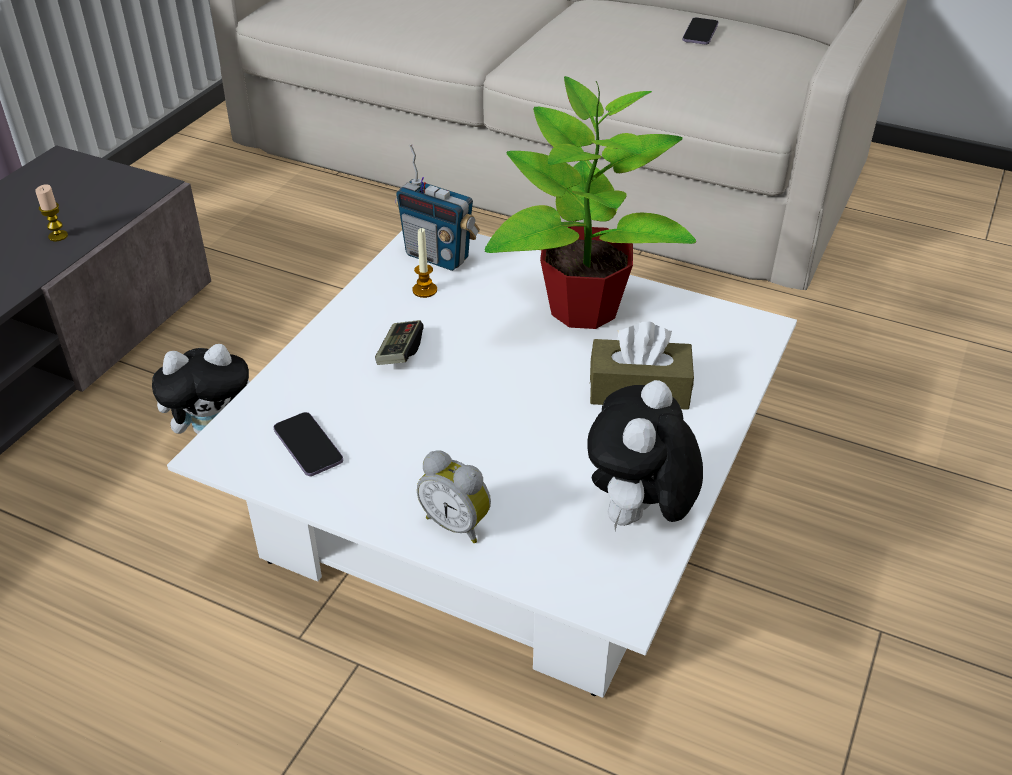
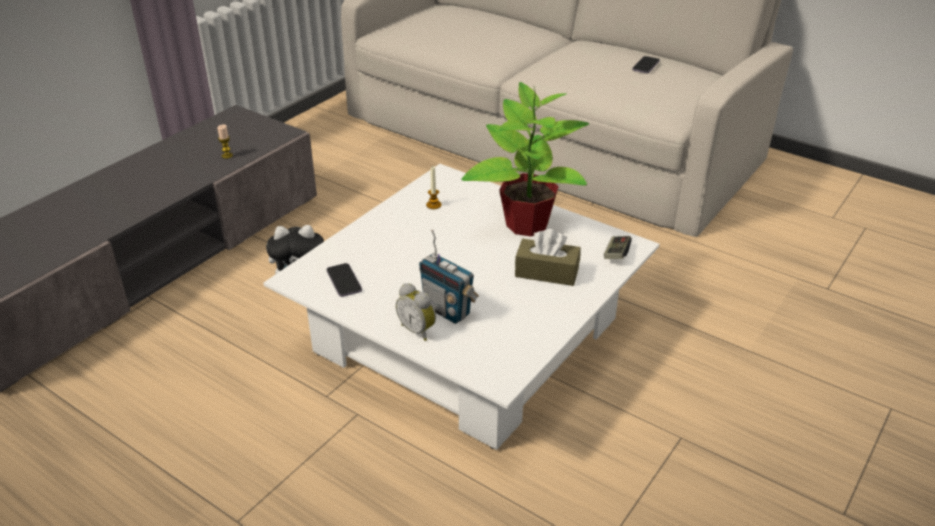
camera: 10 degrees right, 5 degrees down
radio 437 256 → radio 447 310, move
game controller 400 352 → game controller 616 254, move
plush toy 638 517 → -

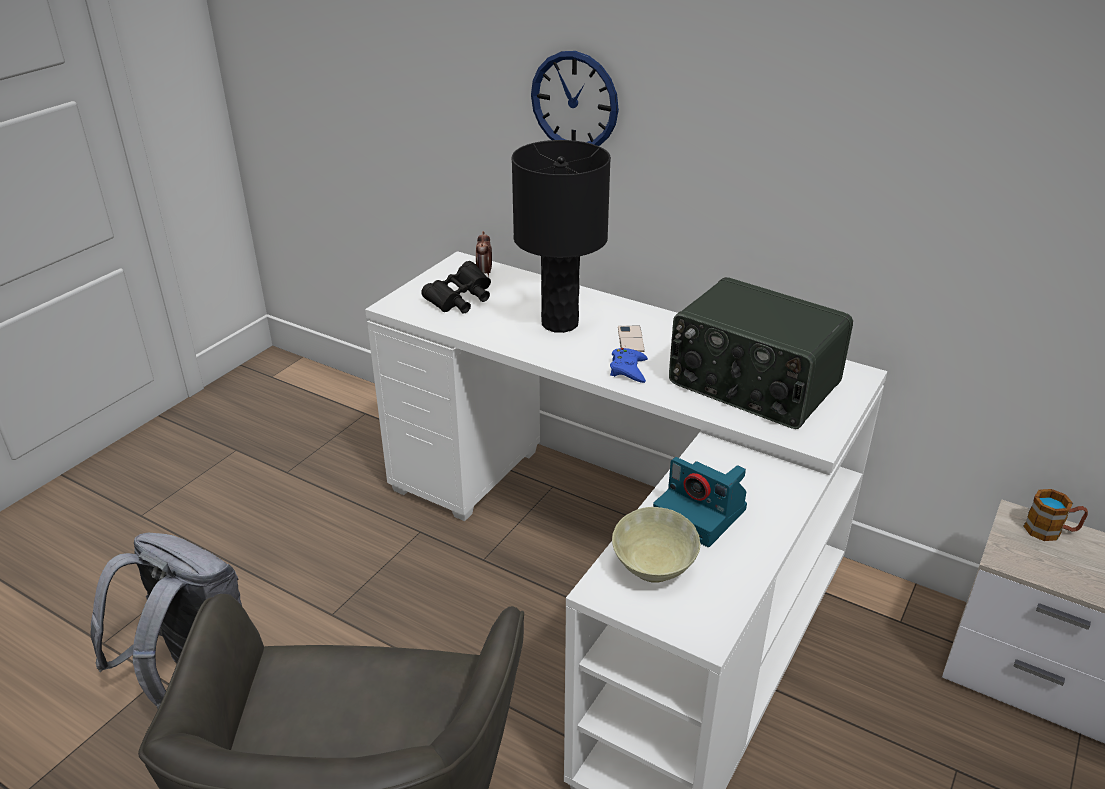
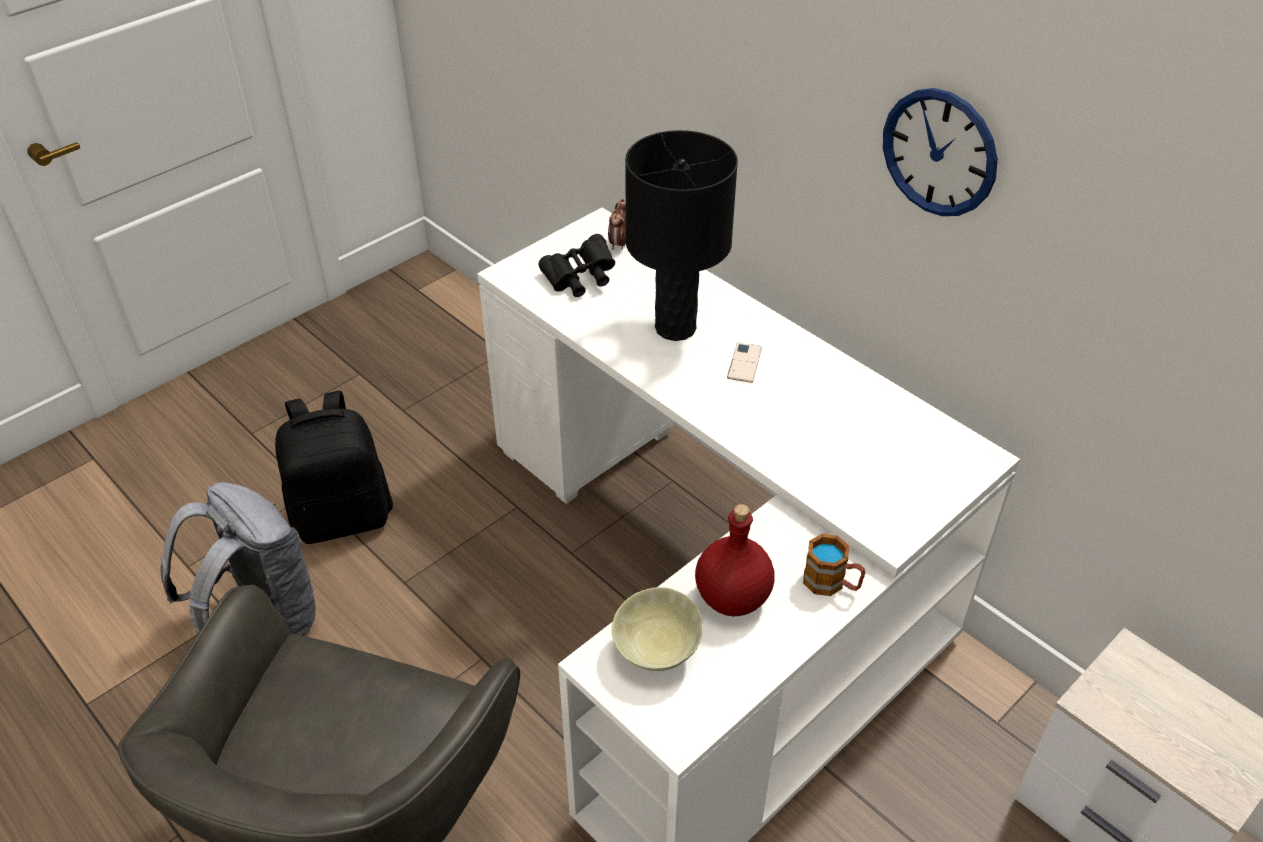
camera: 15 degrees right, 10 degrees up
- → backpack (black) 343 516
photo camera 702 514 → bottle (red) 733 597
mug 1050 531 → mug 831 583, move
wall clock 574 101 → wall clock 939 152, move
game controller (blue) 628 369 → -
radio 752 385 → -

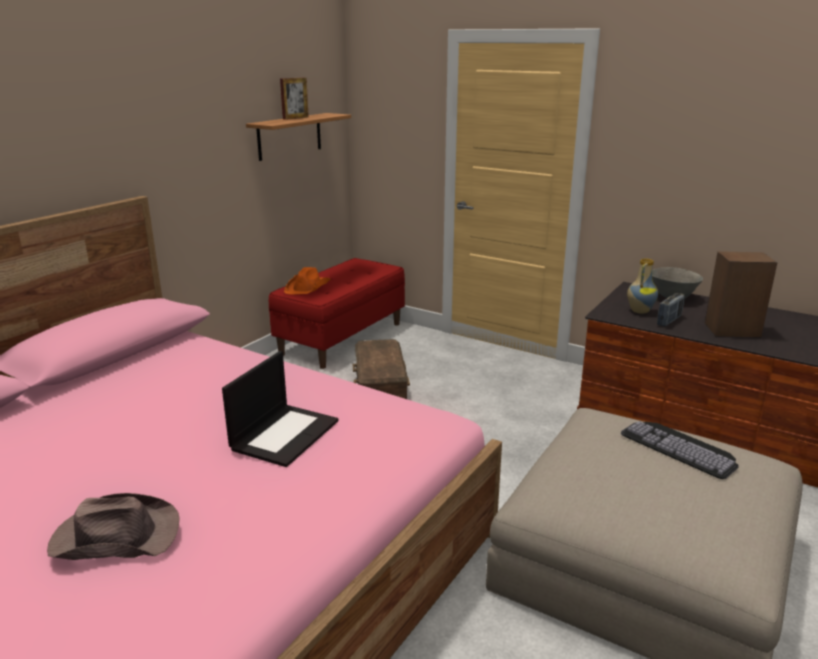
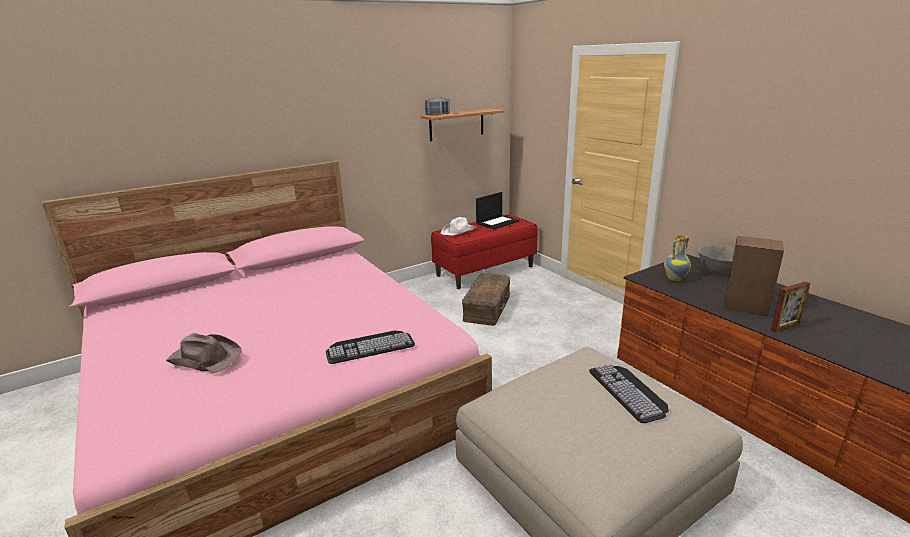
camera: 25 degrees right, 0 degrees up
- → keyboard 370 345
radio 669 321 → radio 437 114, move
hat (orange) 308 287 → hat (white) 459 231
laptop 285 434 → laptop 497 222, move
picture frame 295 118 → picture frame 785 327, move

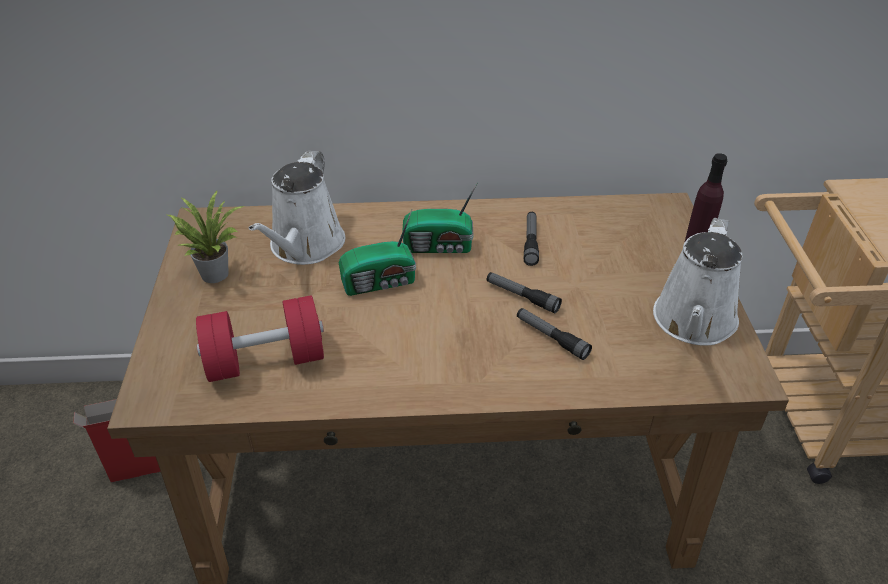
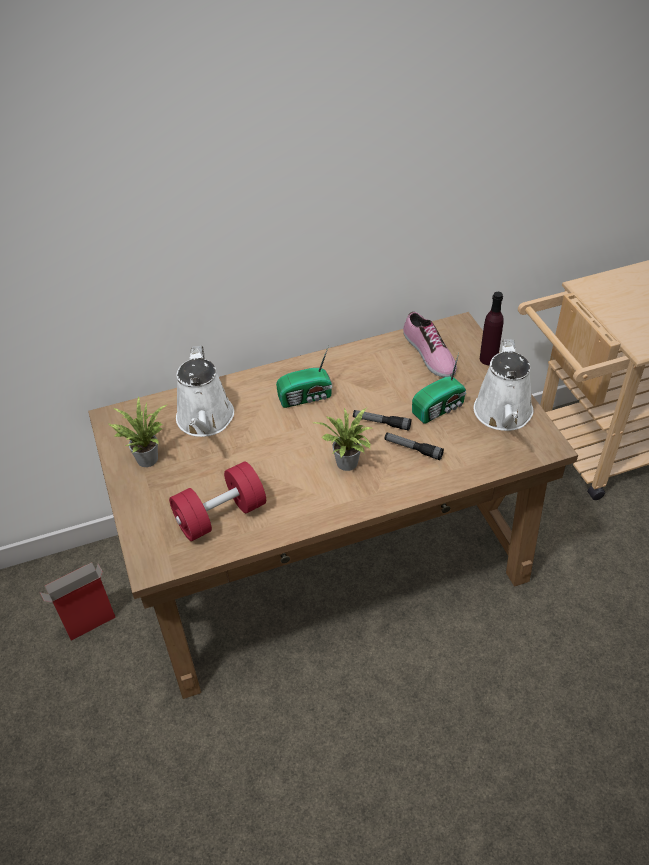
camera: 15 degrees left, 5 degrees up
- → potted plant 347 465
- → shoe 428 354
radio 381 282 → radio 440 408, move
flashlight 530 242 → -

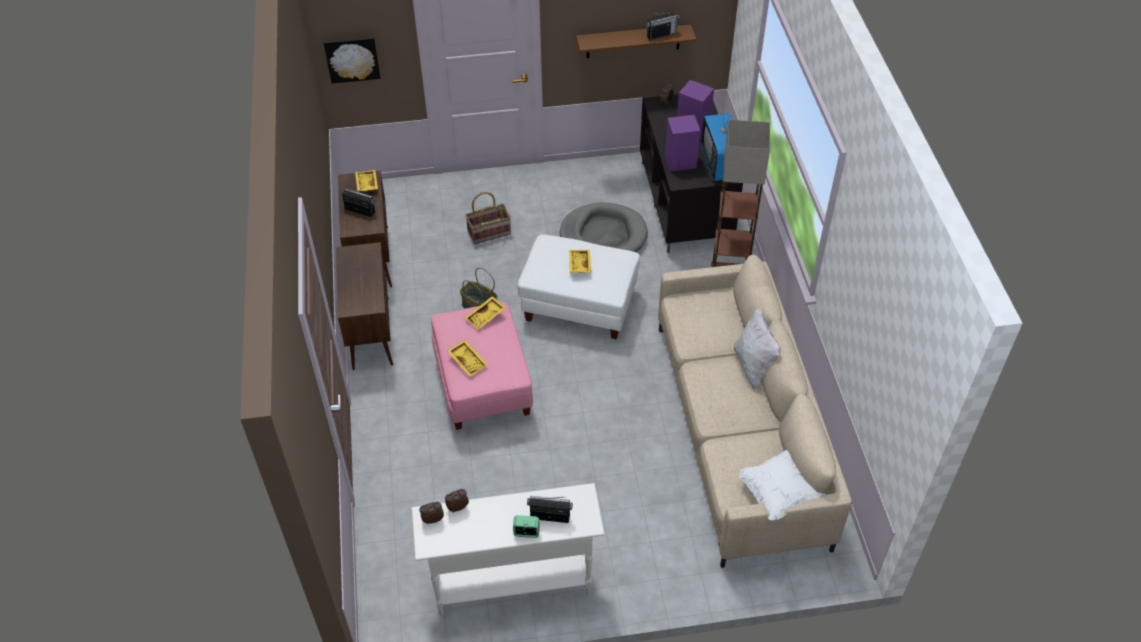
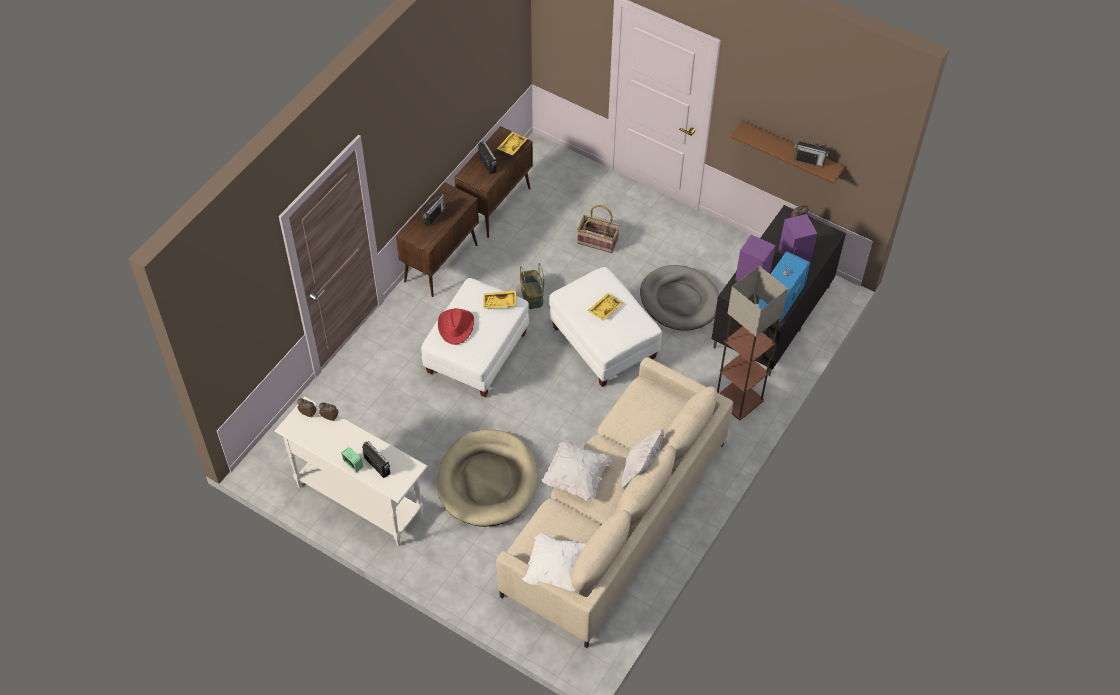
camera: 40 degrees right, 5 degrees up
ottoman (pink) 482 385 → ottoman (white) 476 353
- → radio 434 216
- → dog bed (beige) 487 481
tray (yellow) 468 361 → hat (red) 456 327
- → pillow (white) 576 477
picture 352 58 → -

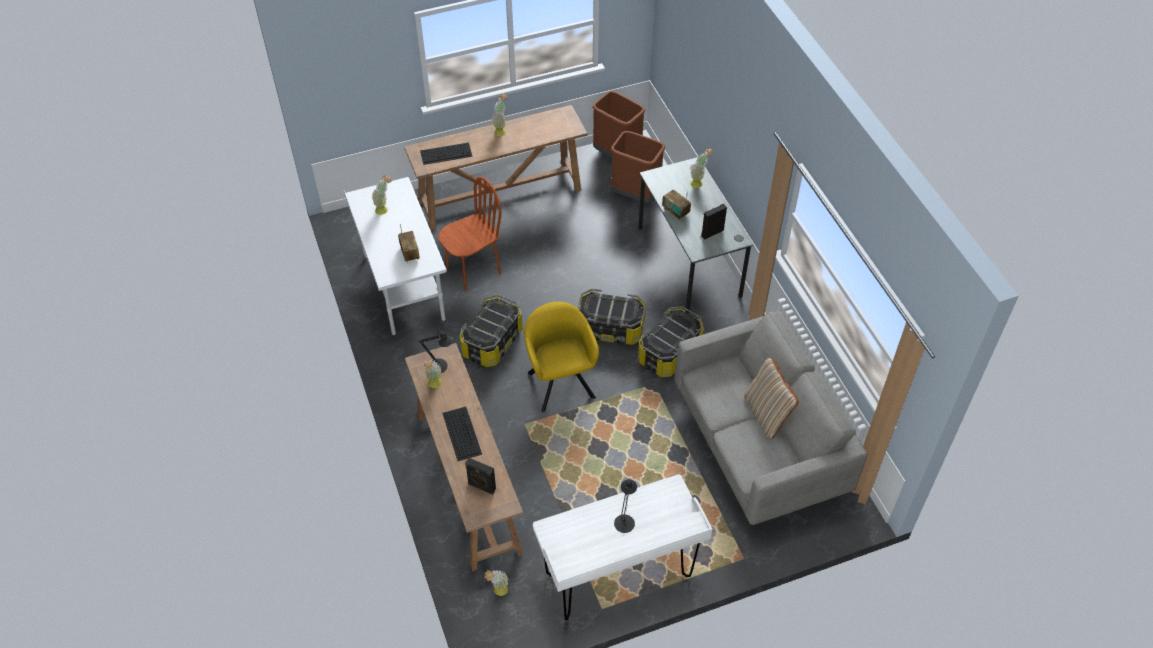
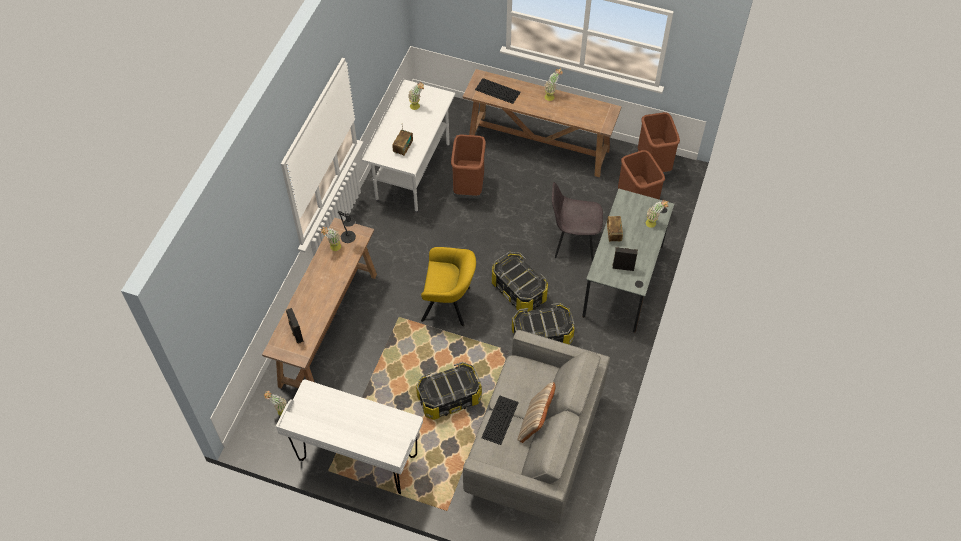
camera: 40 degrees right, 5 degrees up
storage box 492 342 → storage box 449 398, move
armchair (yellow) 560 381 → armchair (yellow) 449 304, 75 degrees clockwise
chair (brown) 473 270 → trash can (brown) 469 188
keyboard 461 433 → keyboard 500 419, move
- → chair (grey) 573 241
table lamp (black) 625 520 → -

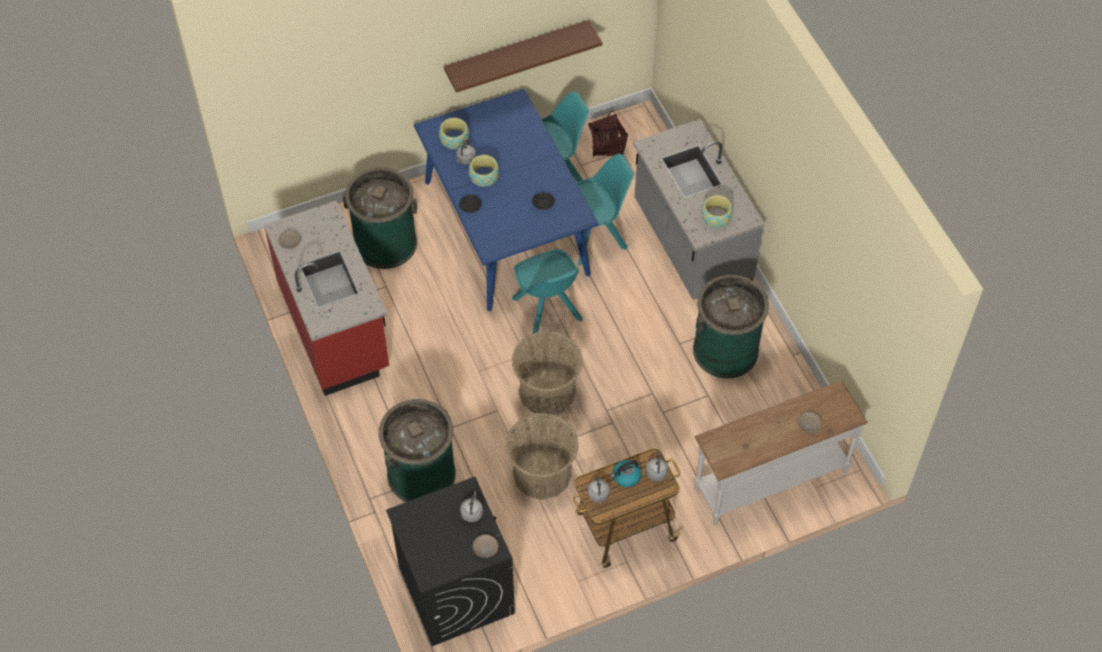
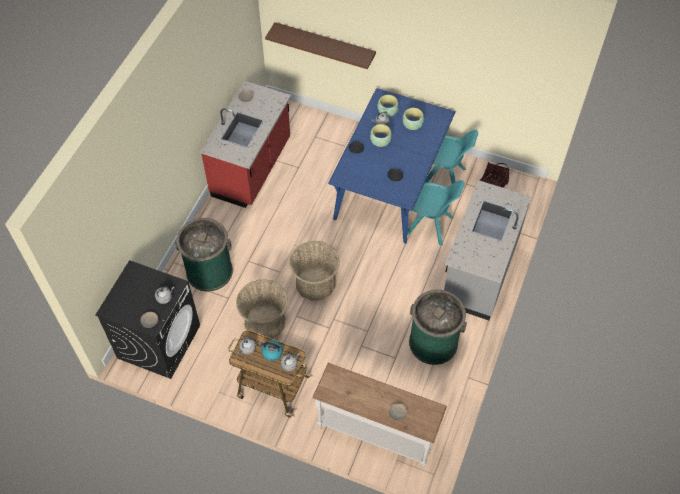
camera: 45 degrees right, 0 degrees up
shelf (brown) 517 52 → shelf (brown) 324 43, move
bowl 715 217 → bowl 412 122, move
trash can (green) 385 242 → -
chair (turquoise) 548 311 → -

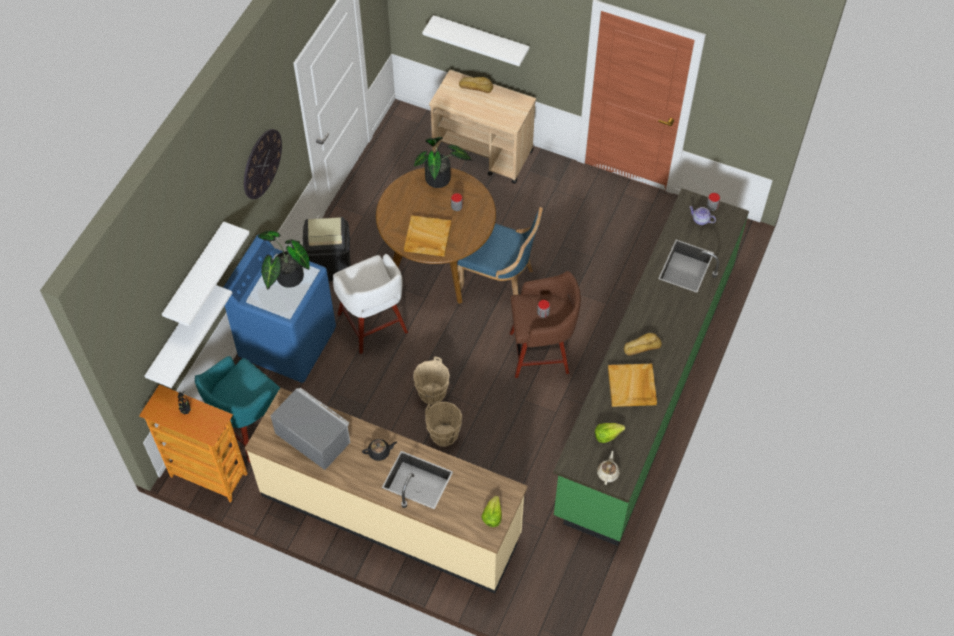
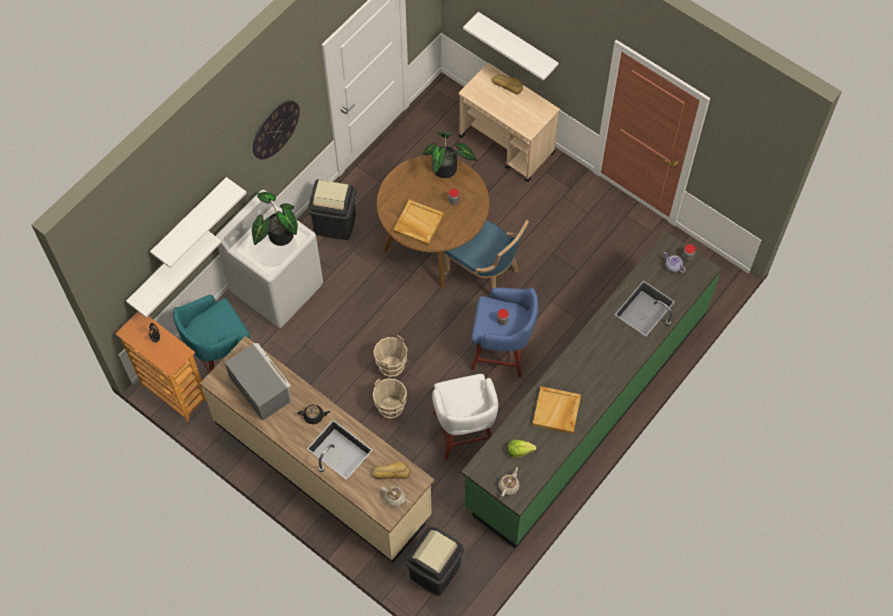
camera: 15 degrees right, 5 degrees up
washing machine (blue) 288 343 → washing machine (white) 277 288
bread 641 346 → bread 391 472, move
lettuce 492 515 → teapot (beige) 395 498
- → trash can (black) 435 571
stool (white) 373 325 → stool (white) 464 432, move
stool (brown) 541 352 → stool (blue) 502 351

